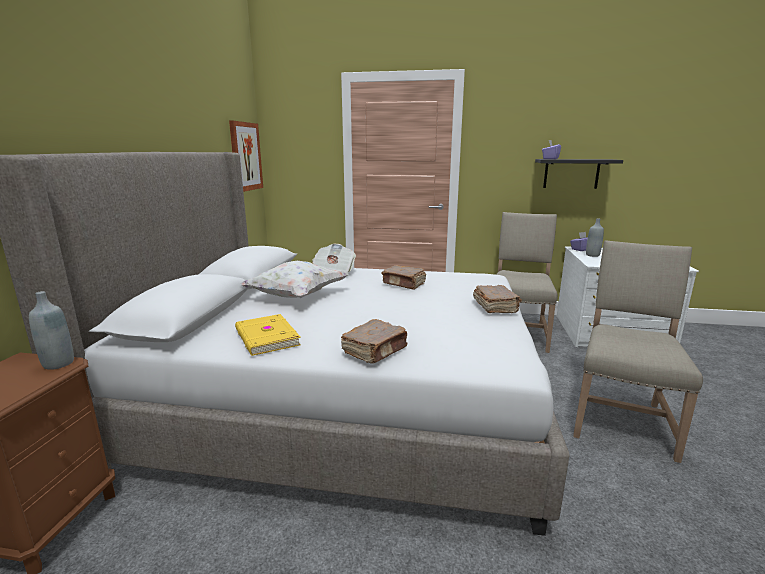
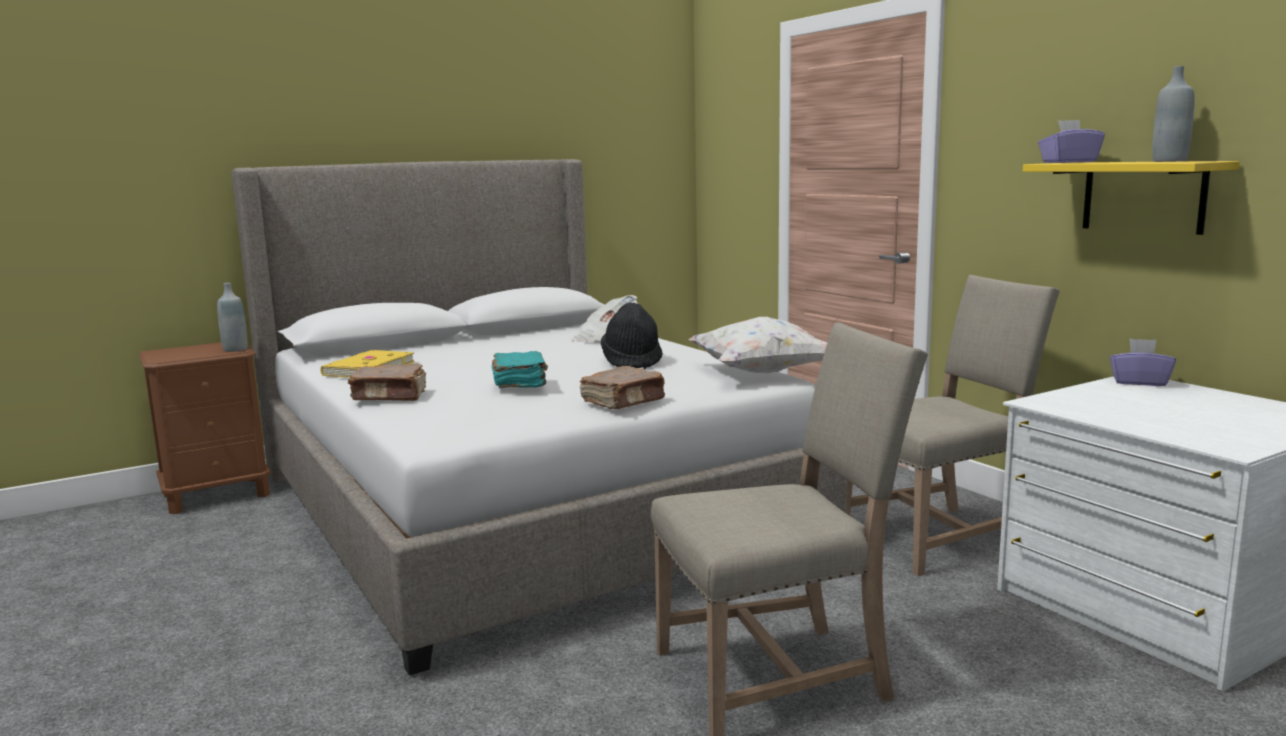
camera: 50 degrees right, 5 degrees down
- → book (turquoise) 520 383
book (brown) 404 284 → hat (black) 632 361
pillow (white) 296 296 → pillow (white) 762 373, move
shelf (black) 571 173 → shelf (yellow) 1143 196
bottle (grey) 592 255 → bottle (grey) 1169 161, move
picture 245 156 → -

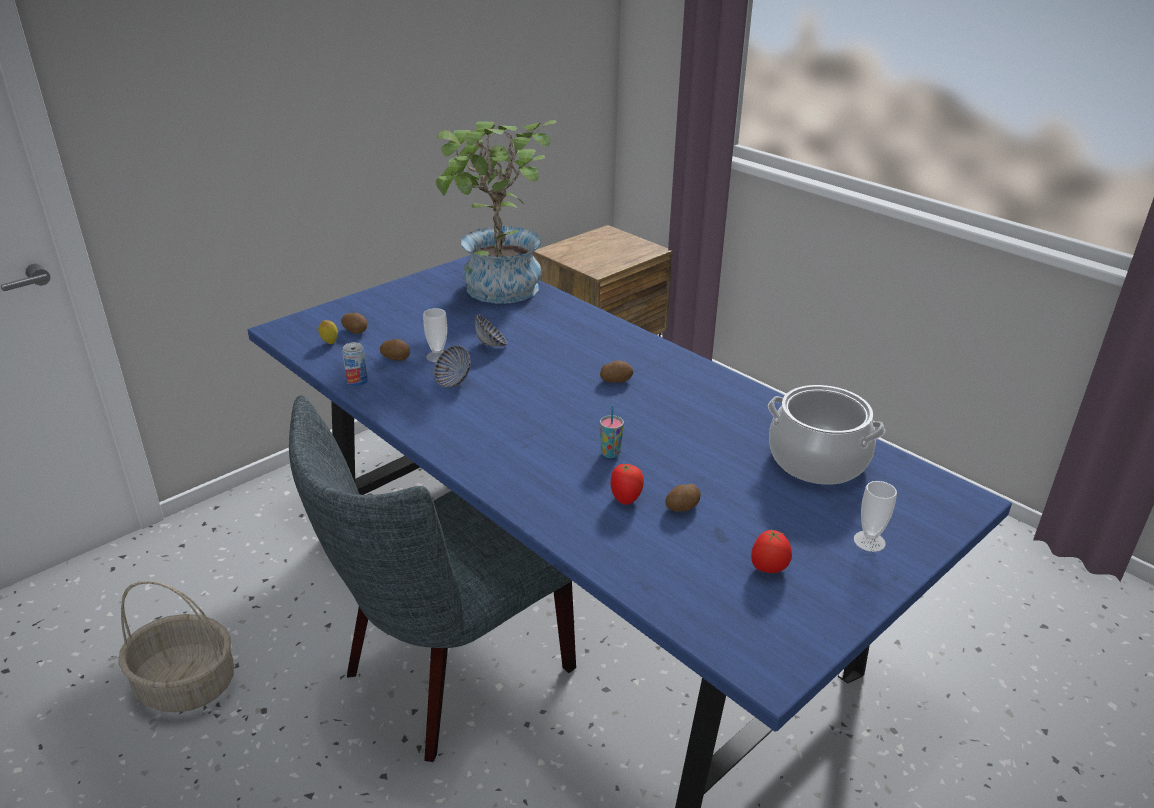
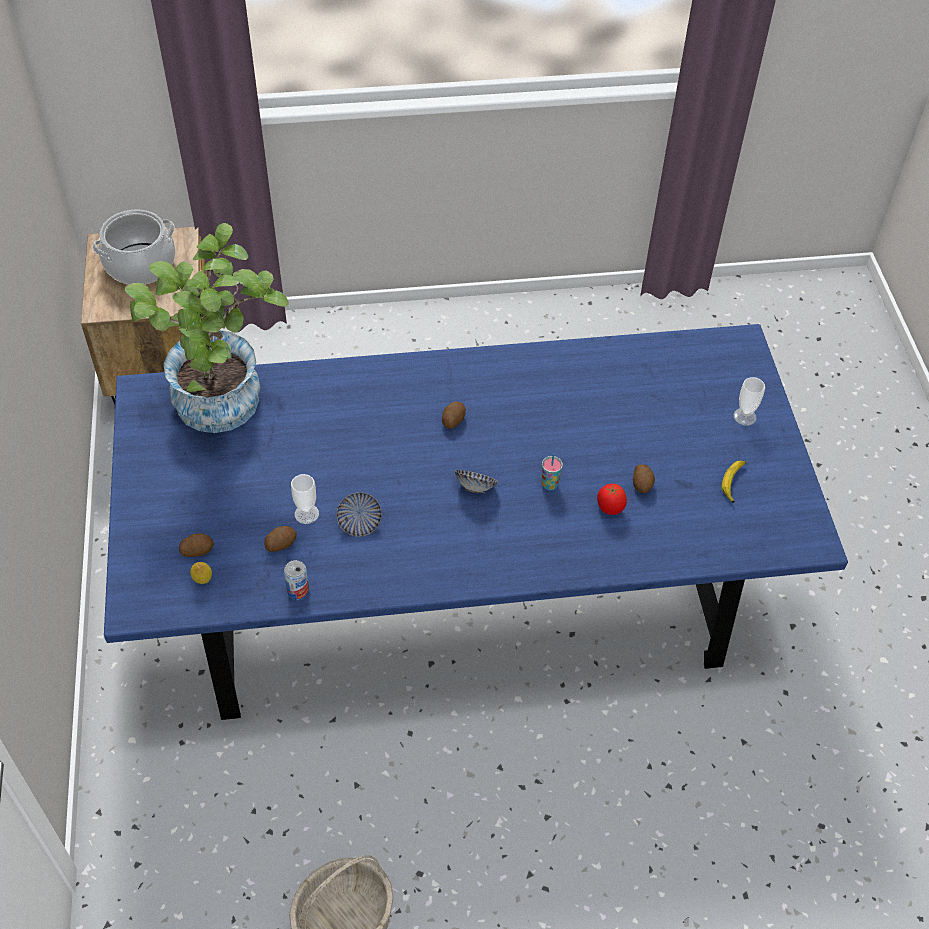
camera: 55 degrees left, 20 degrees up
cooking pot 818 460 → cooking pot 140 264, move
bowl 491 344 → bowl 475 487, move
tomato 768 569 → banana 733 482
chair (grey) 447 676 → -

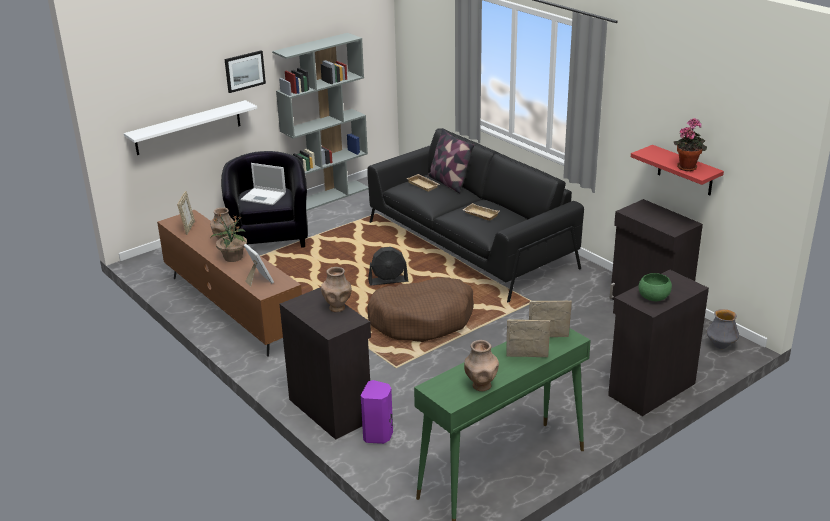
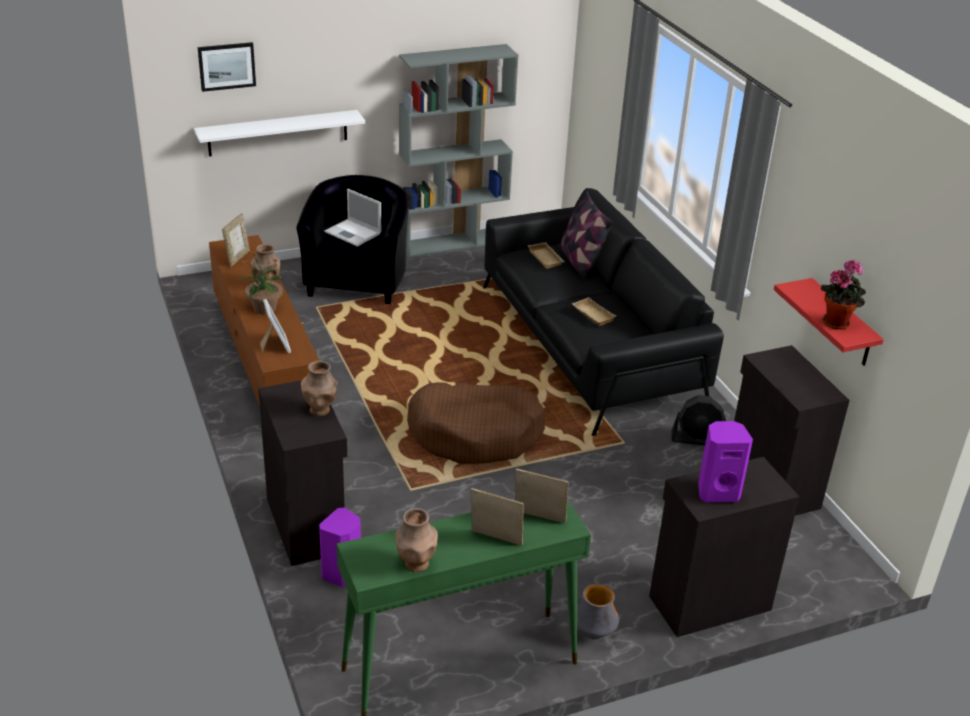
camera: 15 degrees right, 5 degrees up
picture 244 71 → picture 226 66, move
vase 720 346 → vase 593 633, move
fan (black) 388 281 → fan (black) 697 439, move
bowl (green) 653 297 → speaker (purple) 717 492

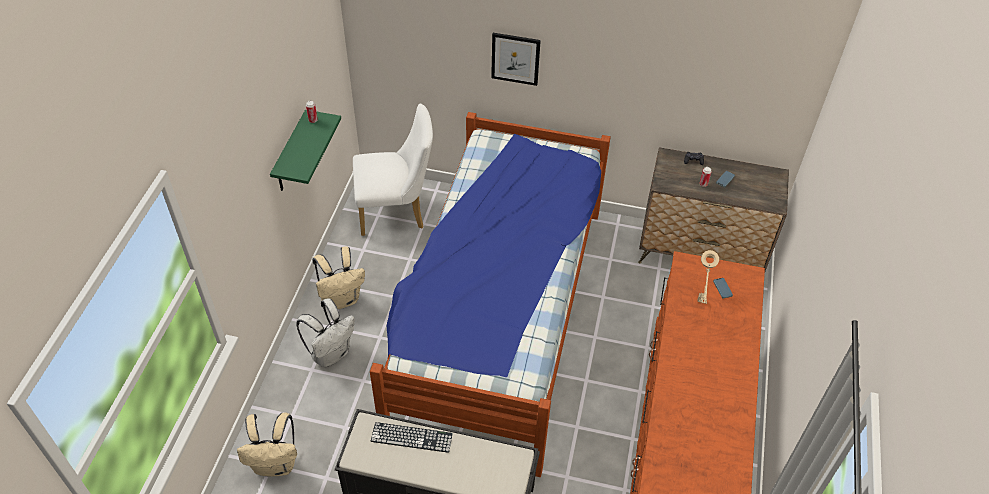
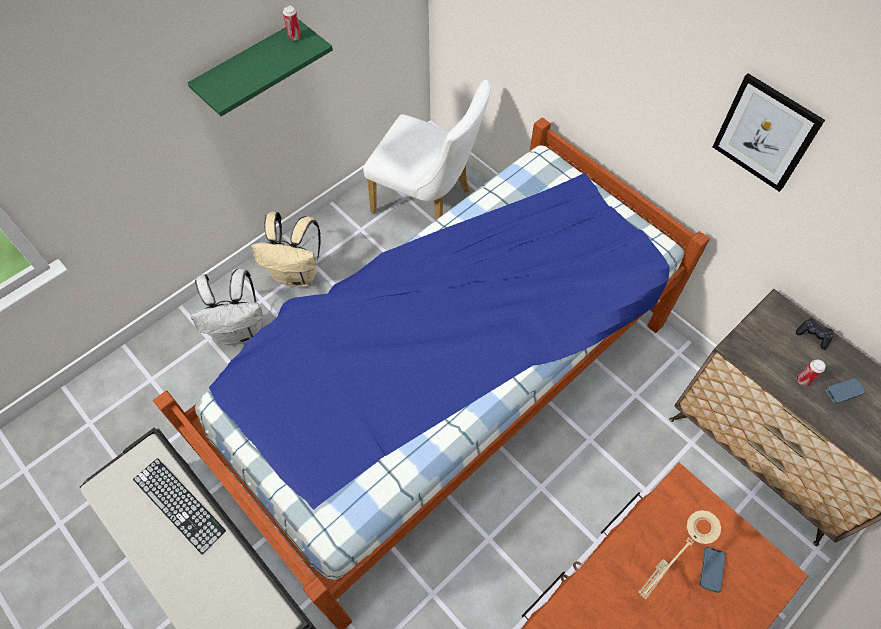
camera: 35 degrees right, 10 degrees up
picture 515 58 → picture 765 133, move
backpack (beige) 276 464 → -

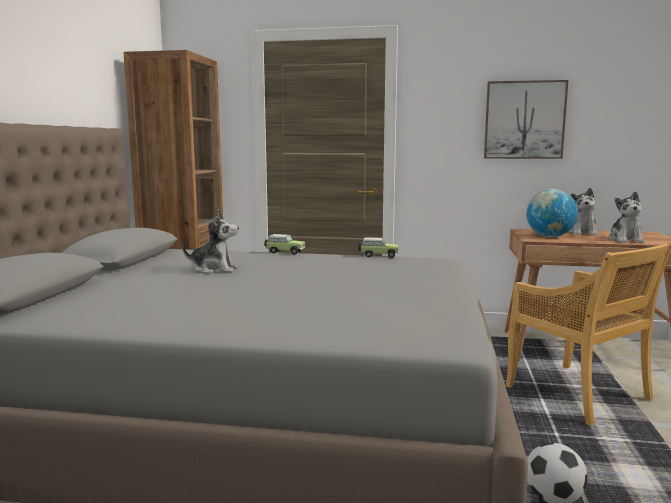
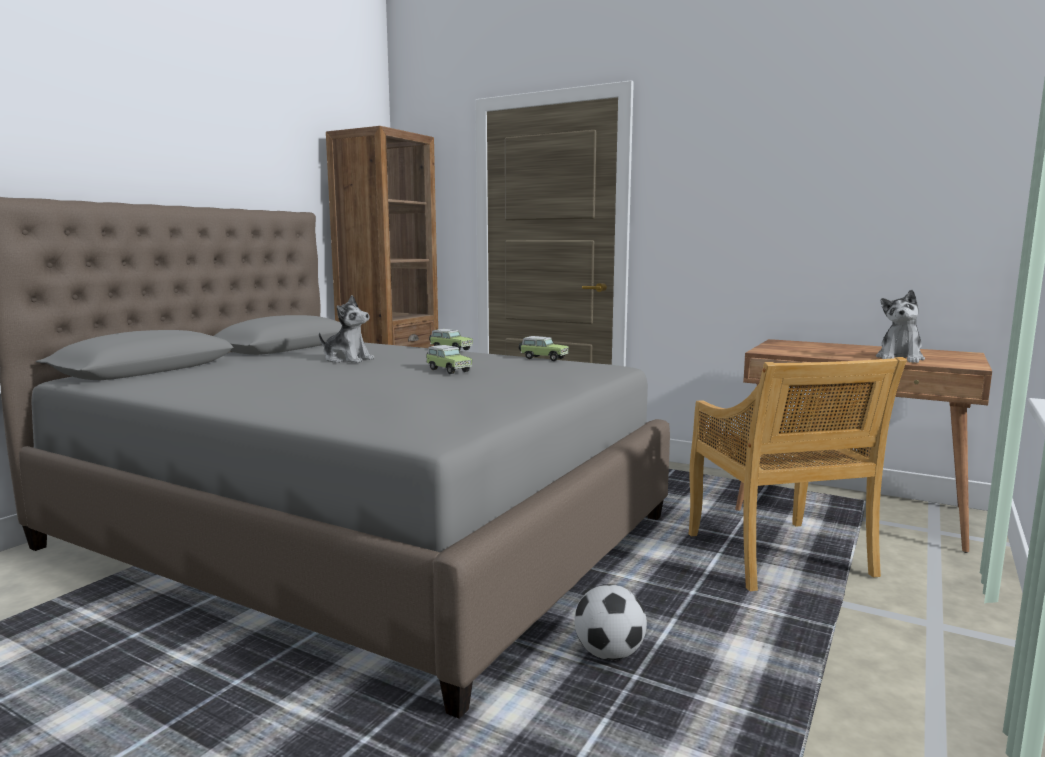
camera: 20 degrees right, 0 degrees up
- → toy car 448 370
picture 524 120 → -
globe 549 236 → -
plush toy 583 233 → -

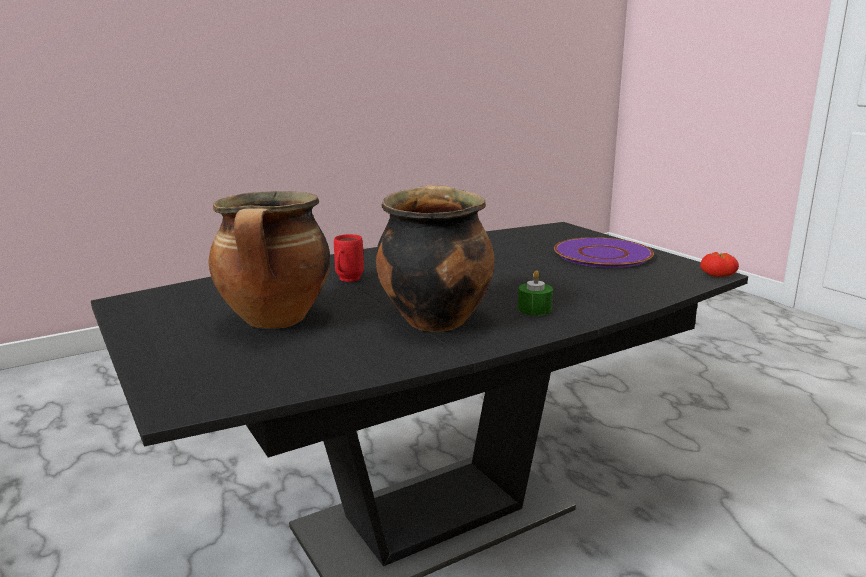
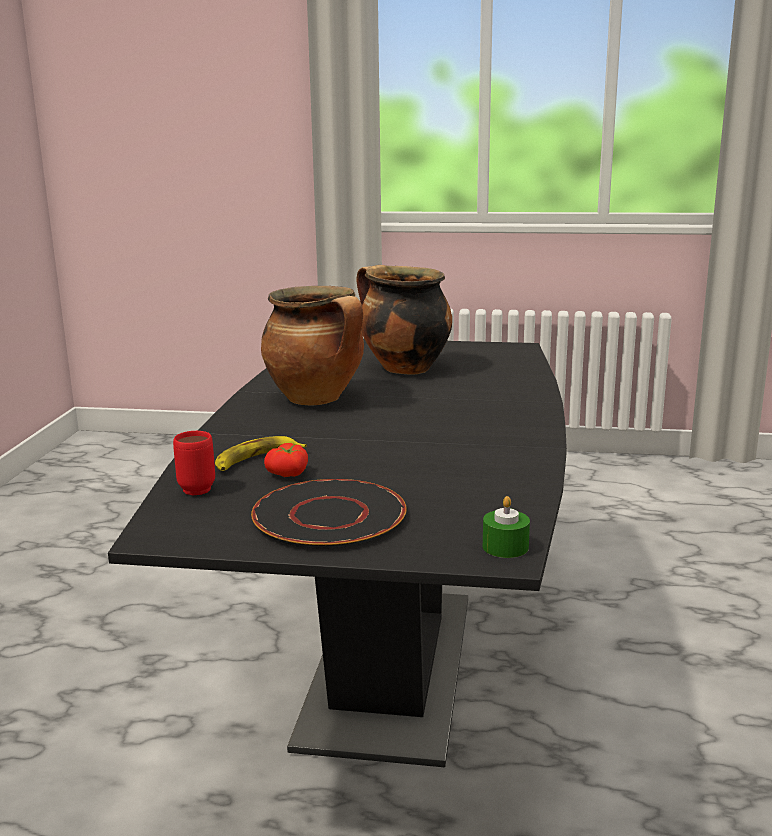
camera: 130 degrees right, 0 degrees up
mug (red) 347 281 → mug (red) 194 487, move
- → banana 256 460
plate (purple) 603 255 → plate (black) 328 516
tomato 717 274 → tomato 289 474, move
candle (green) 534 309 → candle (green) 505 547, move

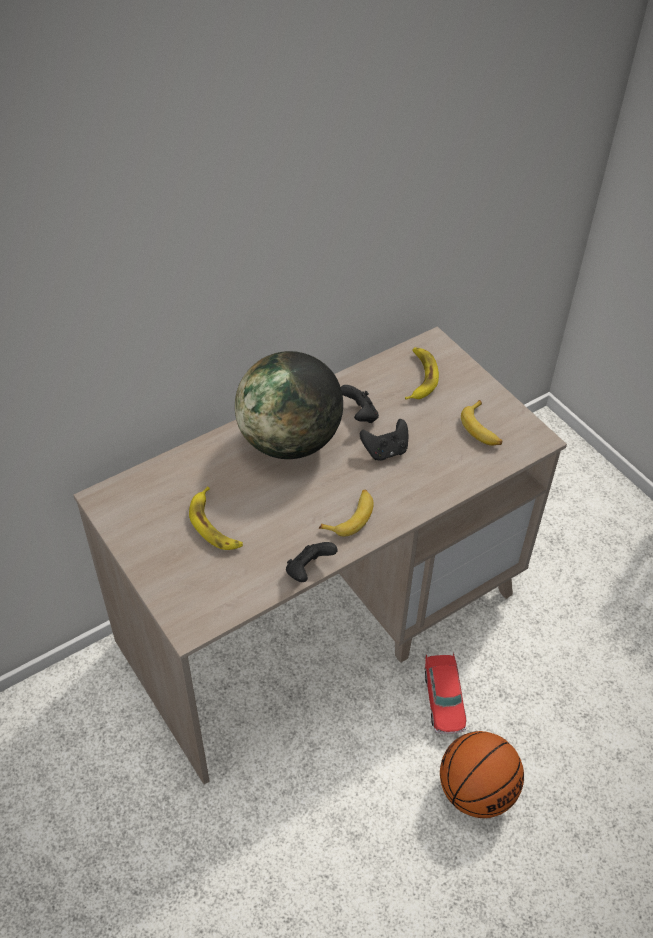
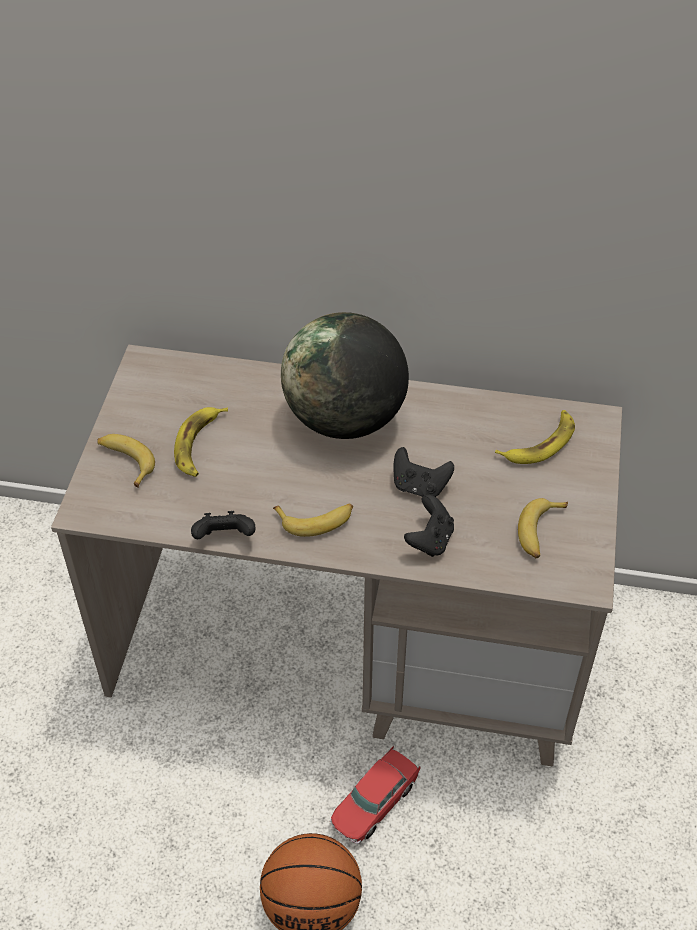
camera: 45 degrees right, 0 degrees up
- → banana 125 461
game controller (black) 360 415 → game controller (black) 430 540, move

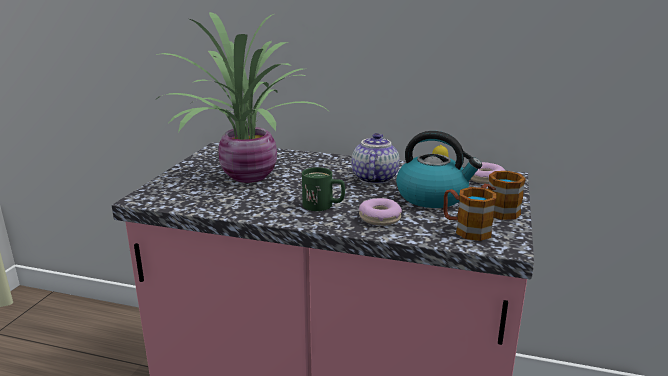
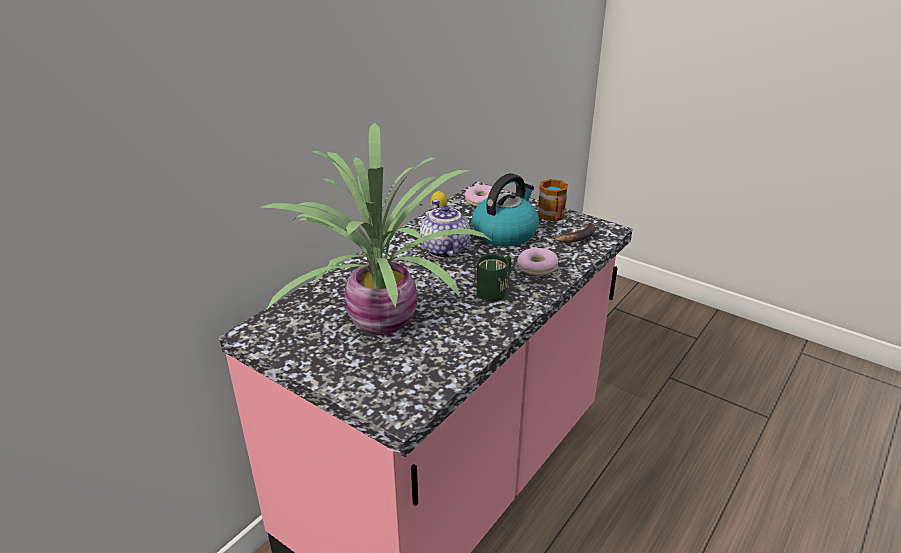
camera: 70 degrees left, 10 degrees up
teapot 373 178 → teapot 443 250, 45 degrees clockwise
mug 466 229 → banana 575 237

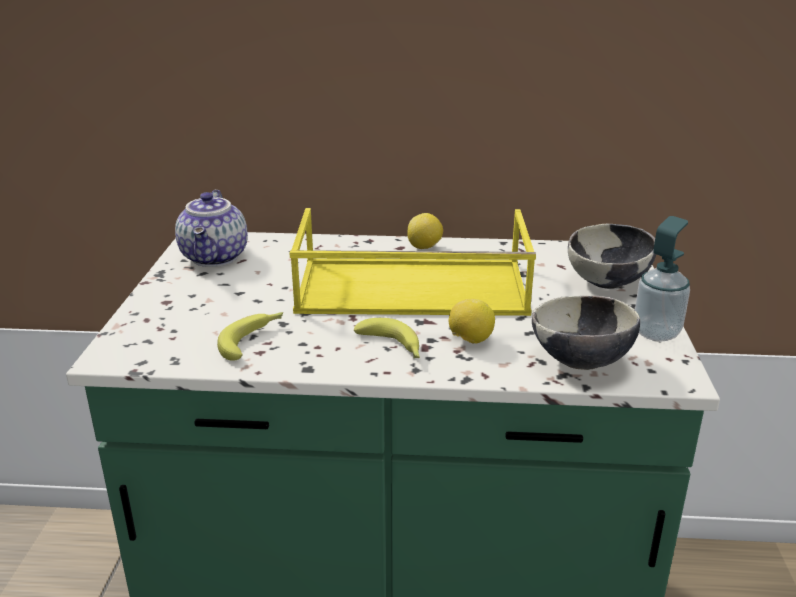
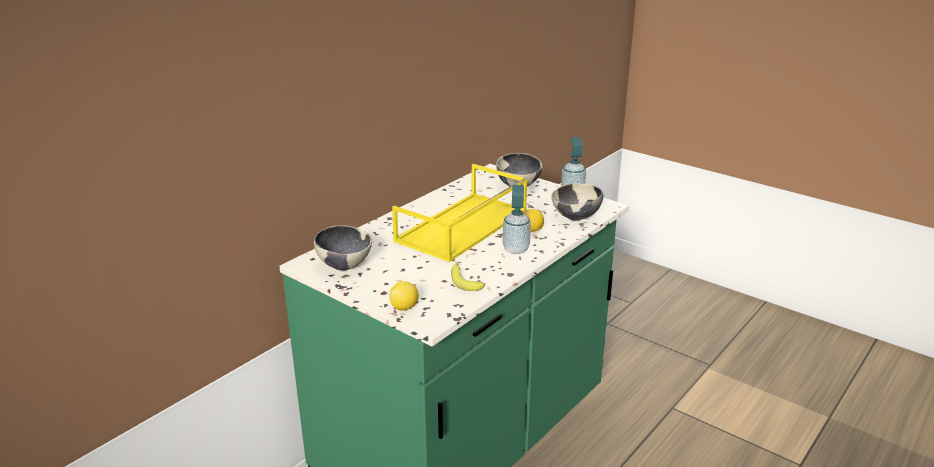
camera: 55 degrees left, 0 degrees up
teapot 216 258 → bowl 344 264
lemon 424 248 → lemon 404 307, move
banana 393 348 → soap dispenser 516 249

